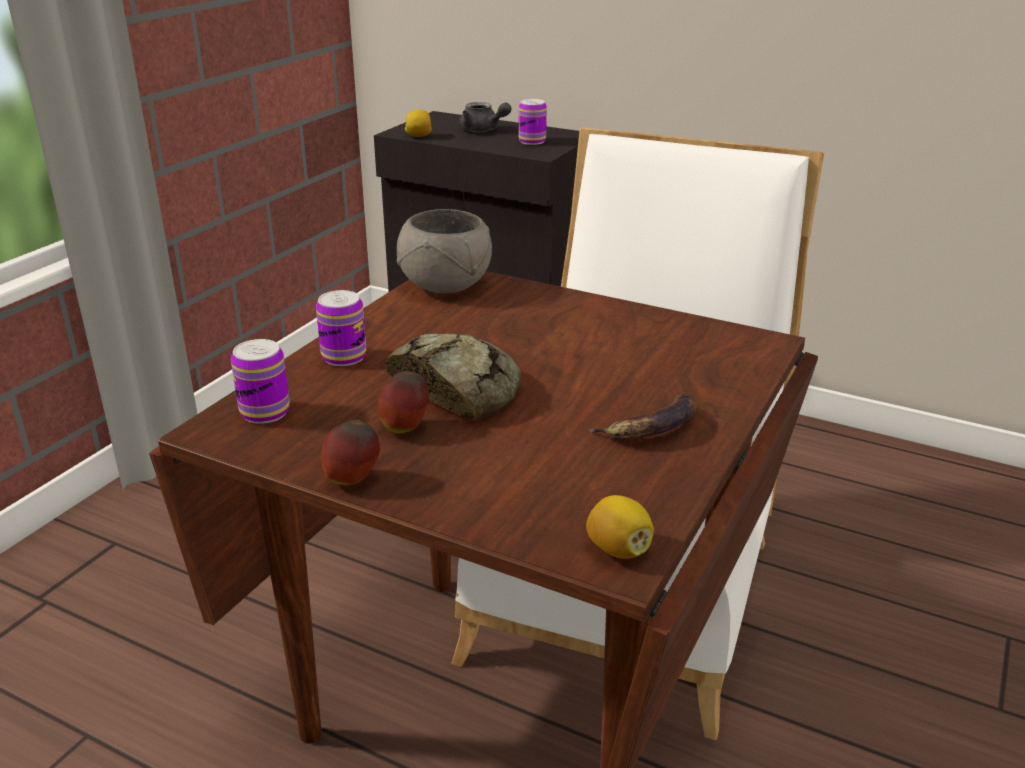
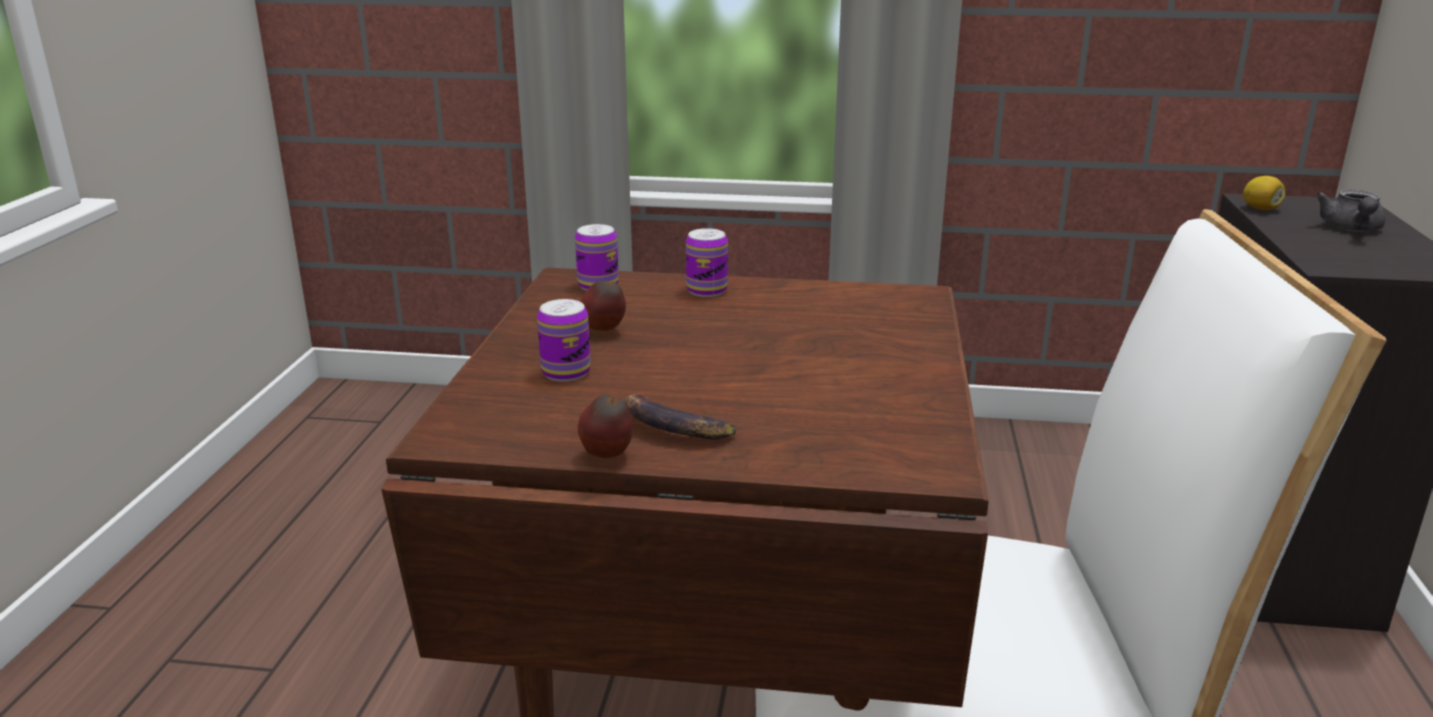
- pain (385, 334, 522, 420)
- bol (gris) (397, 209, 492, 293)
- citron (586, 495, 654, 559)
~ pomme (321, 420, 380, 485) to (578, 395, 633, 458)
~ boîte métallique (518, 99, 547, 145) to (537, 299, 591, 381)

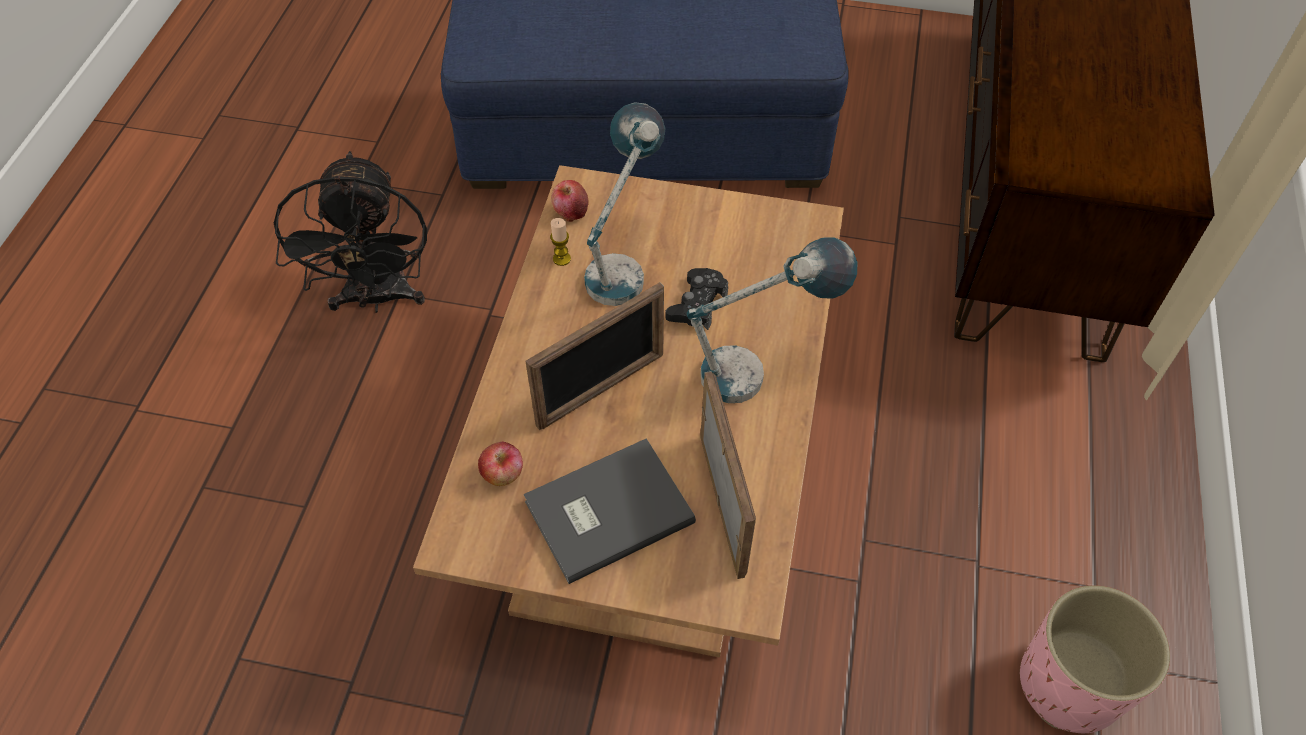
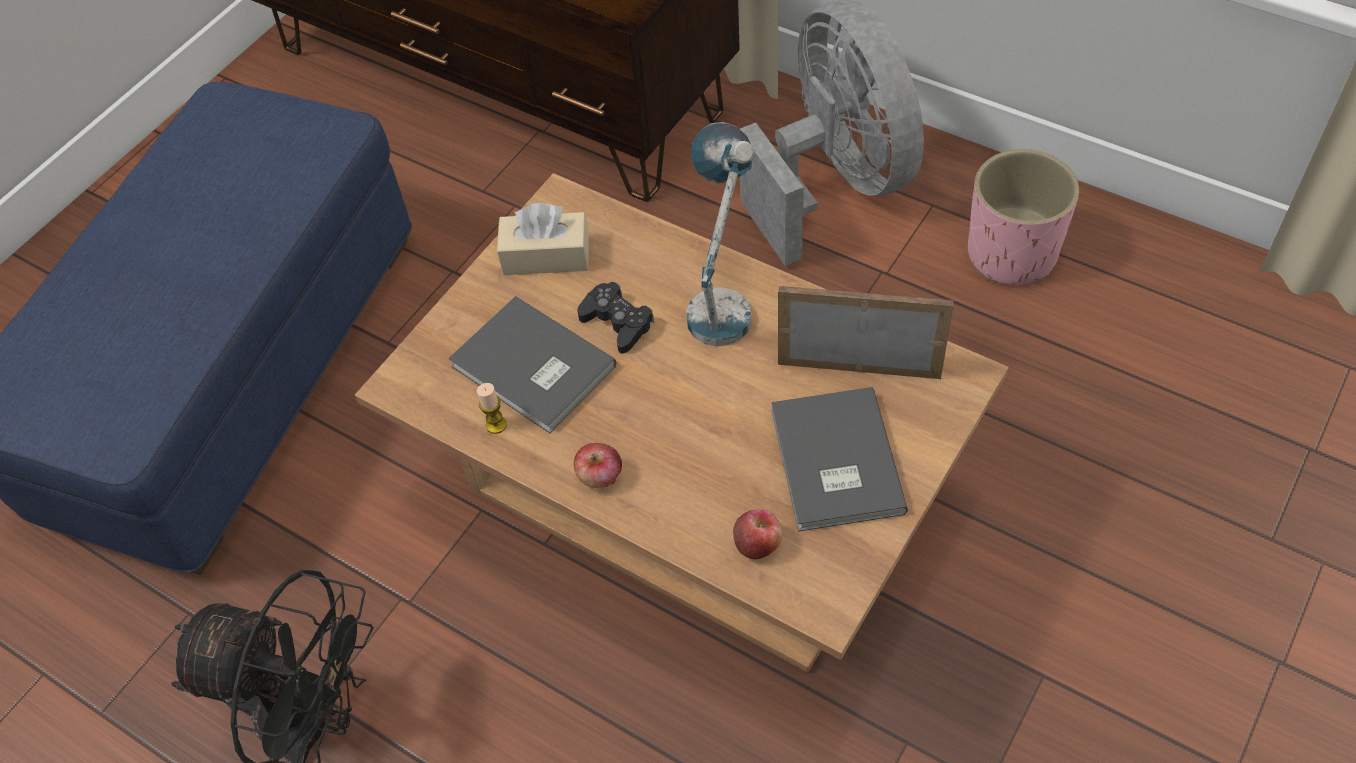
- cadre photo (525, 282, 664, 430)
+ boîte à mouchoirs (beige) (497, 203, 589, 275)
+ ventilateur (gris) (740, 0, 924, 266)
~ pomme (551, 180, 589, 222) to (574, 443, 622, 489)
~ lampe de table (584, 102, 665, 306) to livre (gris) (449, 296, 616, 433)

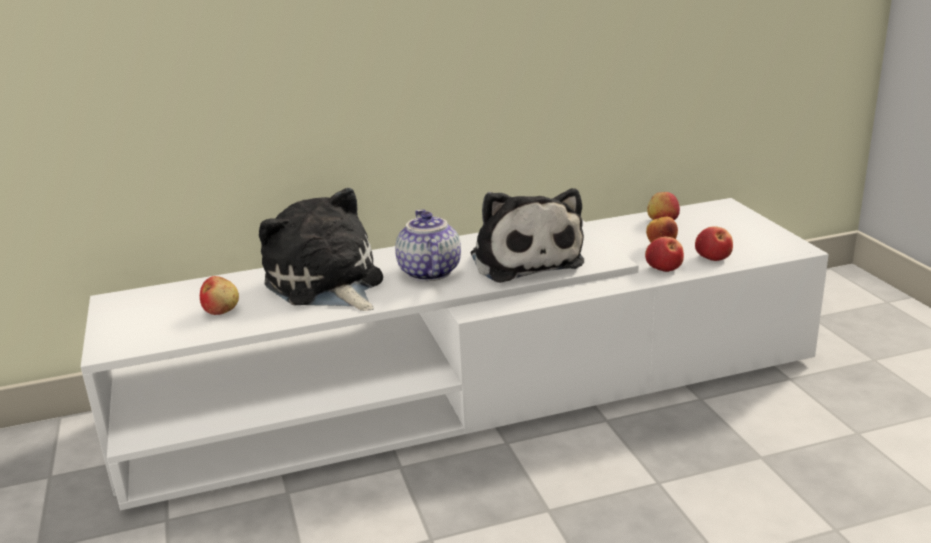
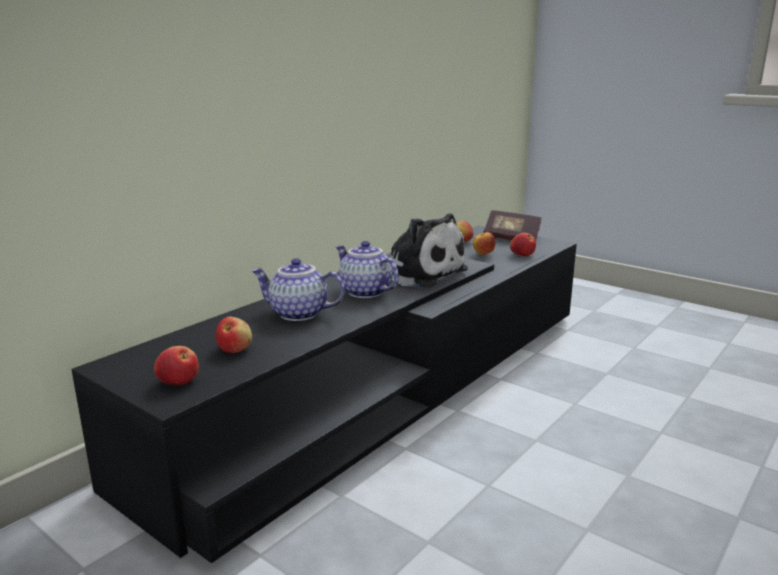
+ livre (483, 210, 542, 241)
~ pomme (645, 237, 684, 272) to (154, 346, 199, 385)
~ peluche (259, 188, 383, 311) to théière (251, 258, 345, 321)
~ meuble télé (blanc) (81, 198, 829, 510) to meuble télé (noir) (71, 226, 577, 563)

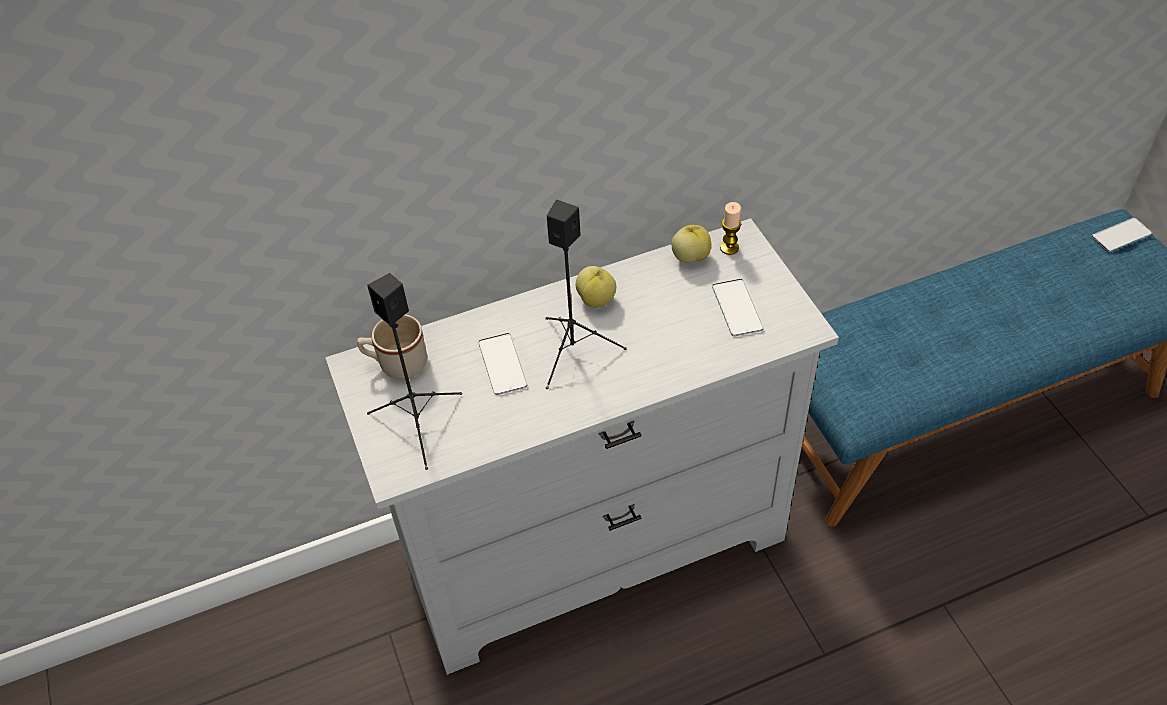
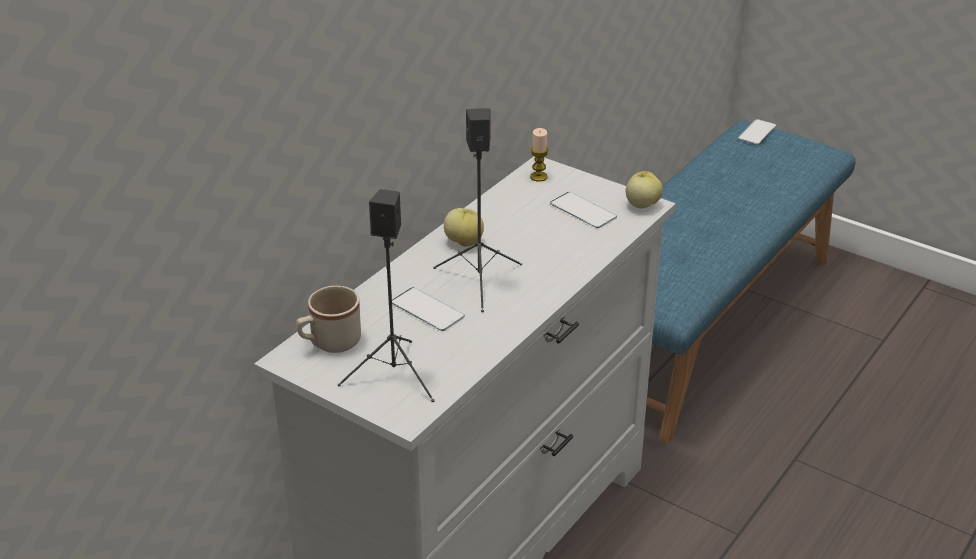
~ pomme (671, 225, 711, 263) to (626, 171, 663, 208)

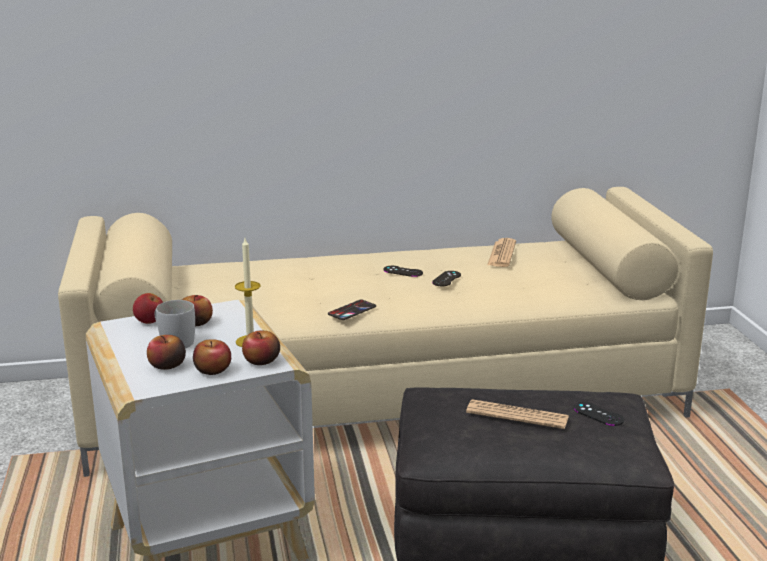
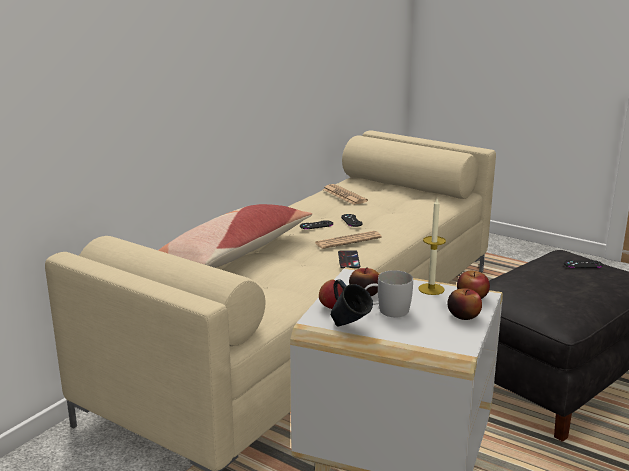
- pomme (147, 335, 186, 370)
+ coussin (158, 204, 312, 268)
+ mug (bleu) (330, 279, 373, 326)
~ journal (466, 399, 569, 429) to (316, 231, 382, 249)

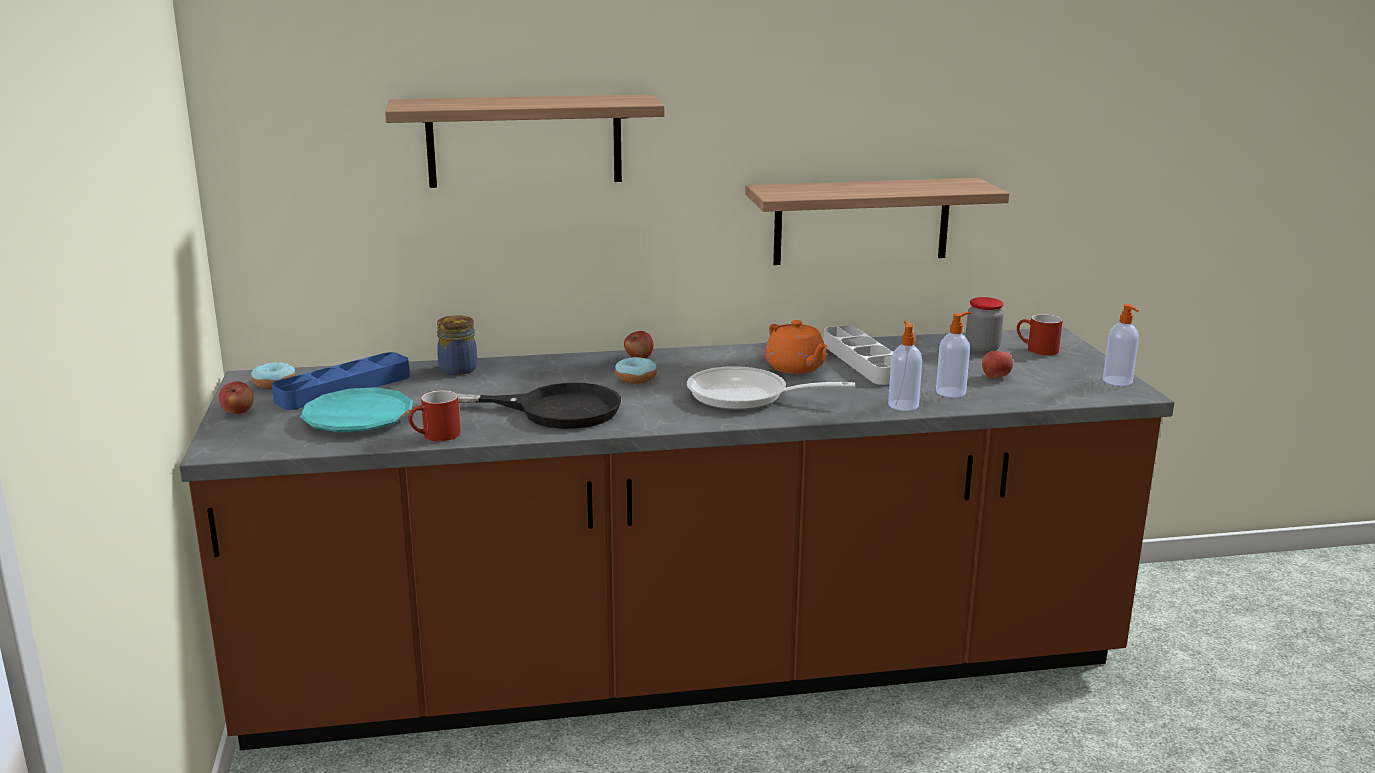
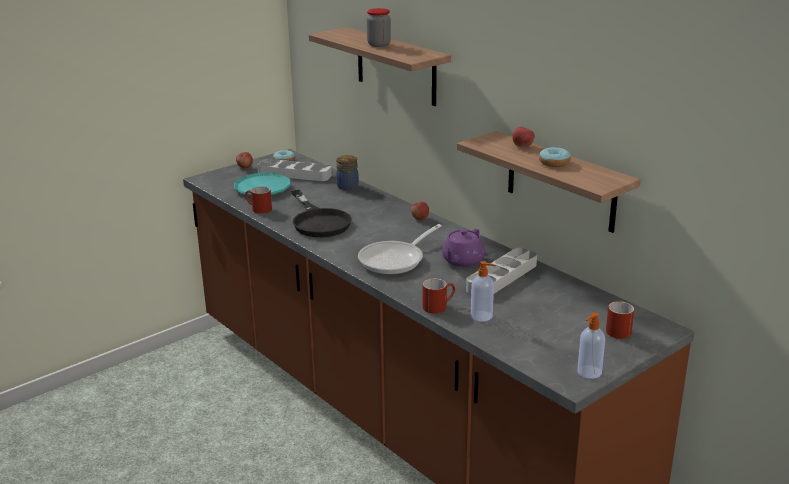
~ beignet (615, 357, 657, 384) to (539, 147, 571, 167)
~ bocal (965, 297, 1004, 354) to (367, 8, 391, 47)
~ pomme (982, 351, 1013, 379) to (513, 127, 535, 147)
~ distributeur de savon (888, 321, 922, 411) to mug (rouge) (423, 278, 455, 314)
~ plateau (bleu) (272, 352, 410, 410) to plateau (gris) (257, 159, 332, 181)
~ théière (orange) (764, 320, 827, 374) to théière (violet) (442, 229, 485, 267)
~ poêle (687, 366, 855, 410) = (358, 224, 442, 275) 120 degrees counterclockwise

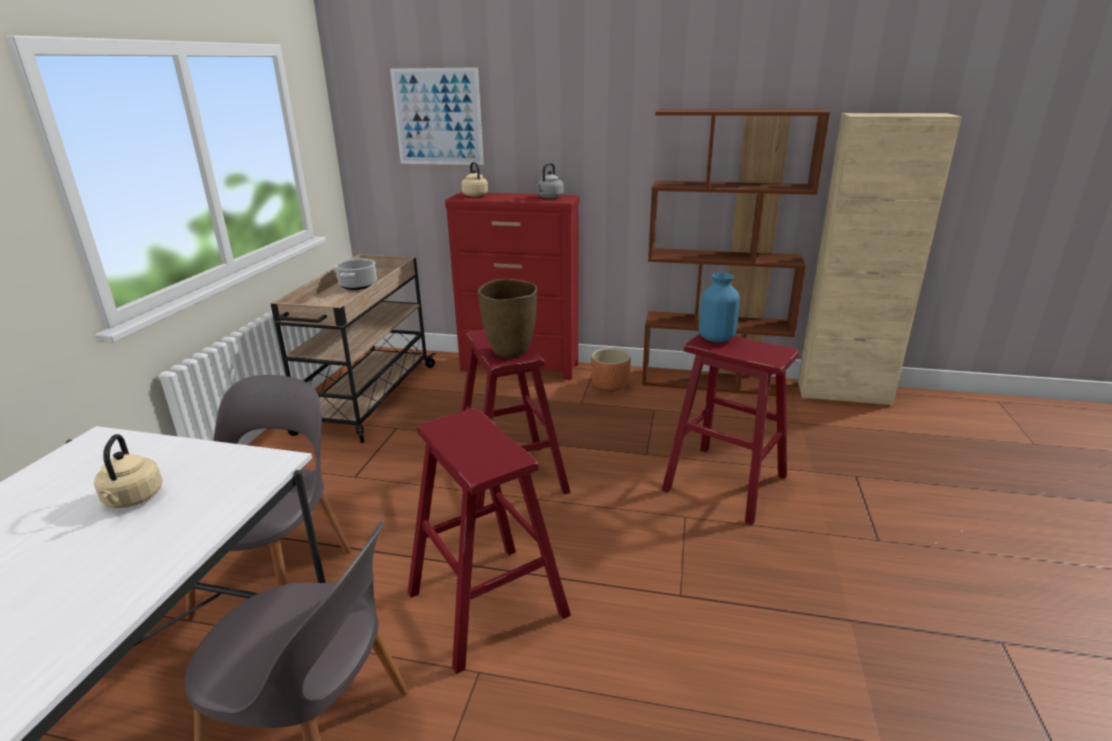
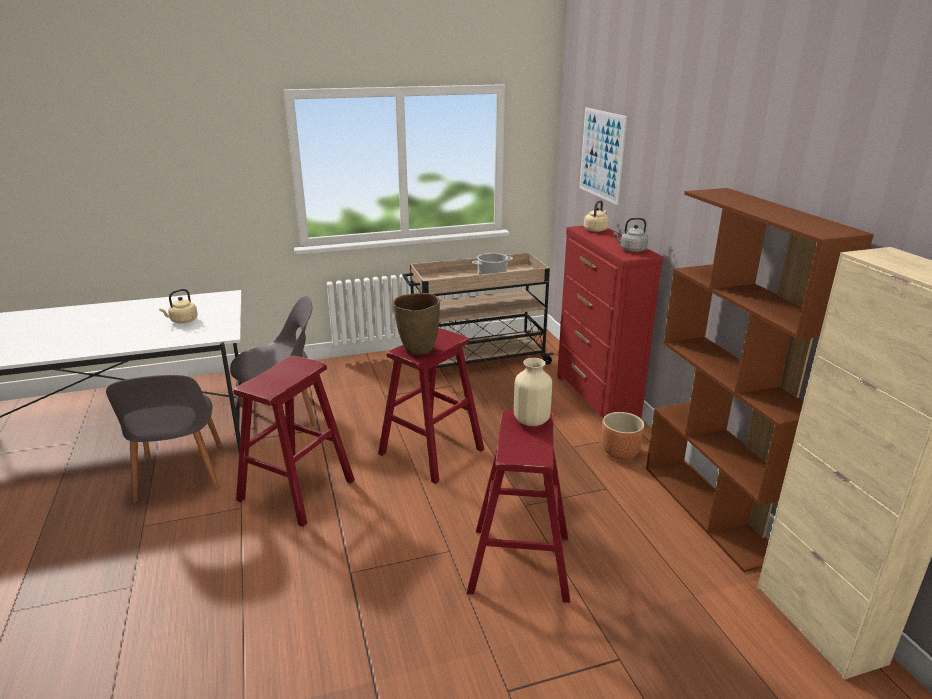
~ vase (bleu) (699, 273, 740, 342) to vase (beige) (514, 358, 552, 426)

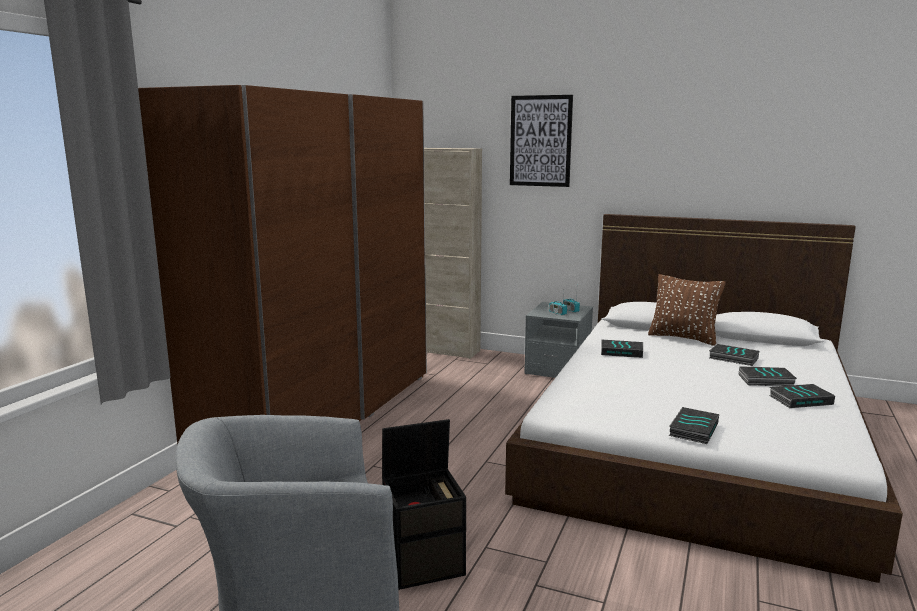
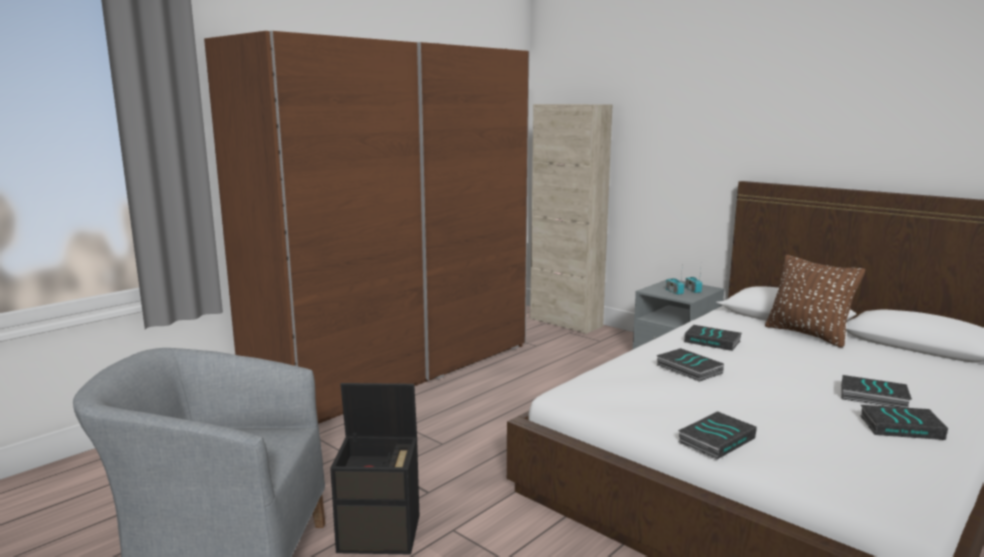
- tableau (510, 95, 573, 187)
~ livre (709, 344, 759, 366) to (657, 348, 724, 382)

